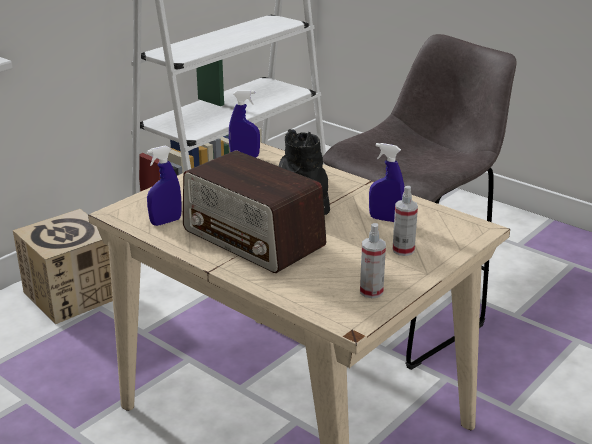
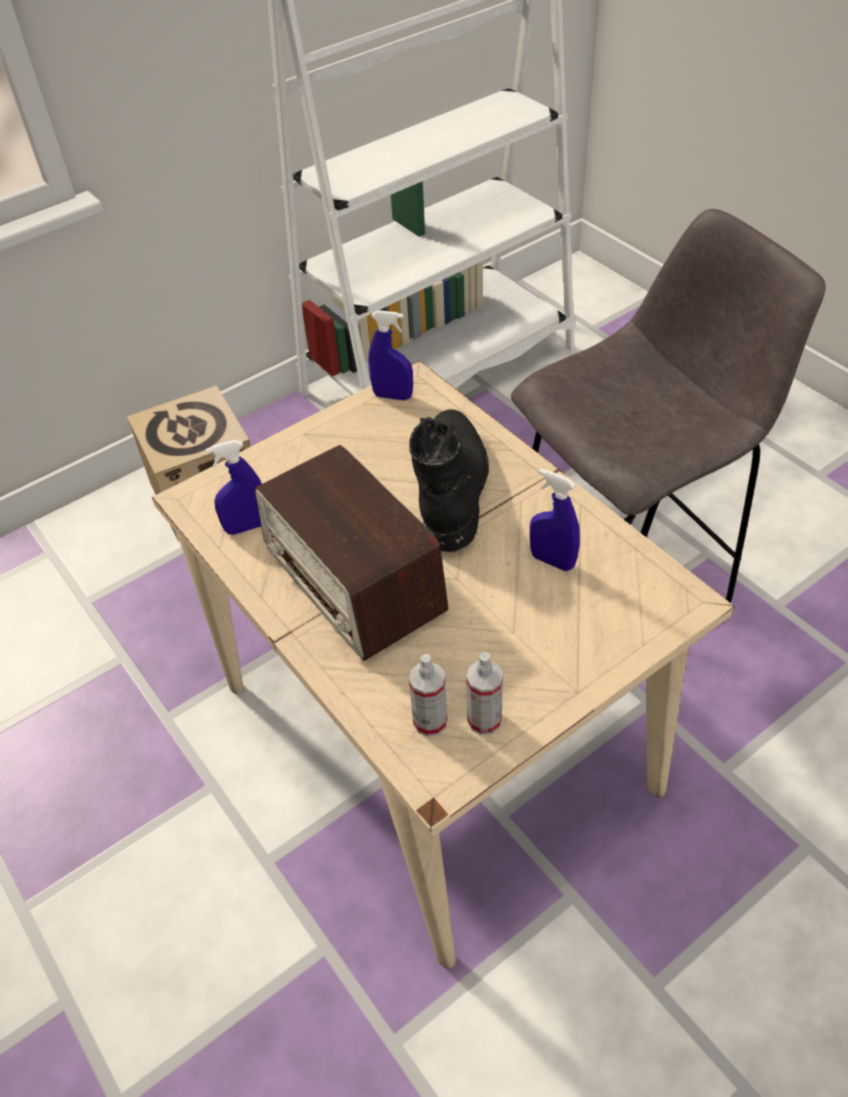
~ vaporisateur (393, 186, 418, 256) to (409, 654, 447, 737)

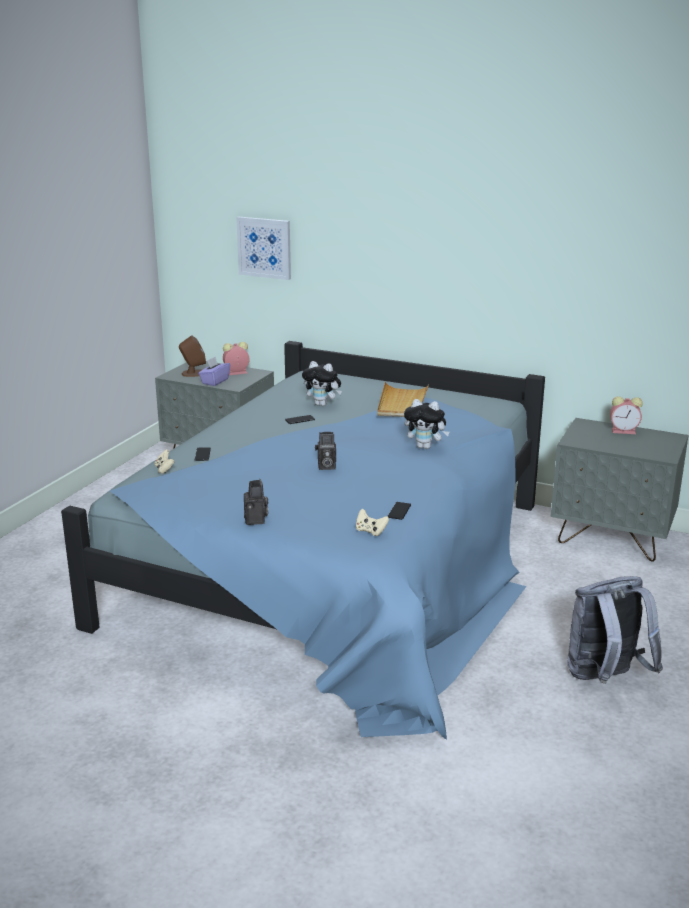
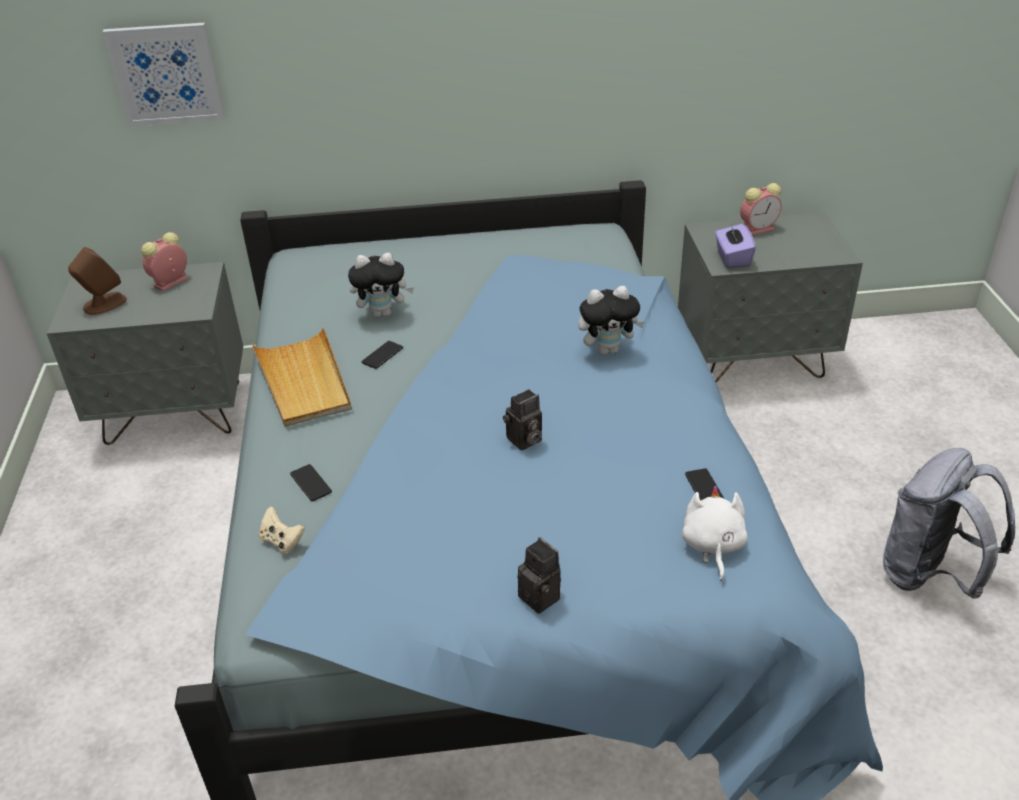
~ boîte à mouchoirs (violet) (198, 357, 230, 386) to (715, 224, 756, 268)
~ plateau (beige) (377, 381, 429, 417) to (252, 327, 352, 427)
~ manette (beige) (356, 509, 389, 536) to peluche (blanc) (682, 486, 748, 581)

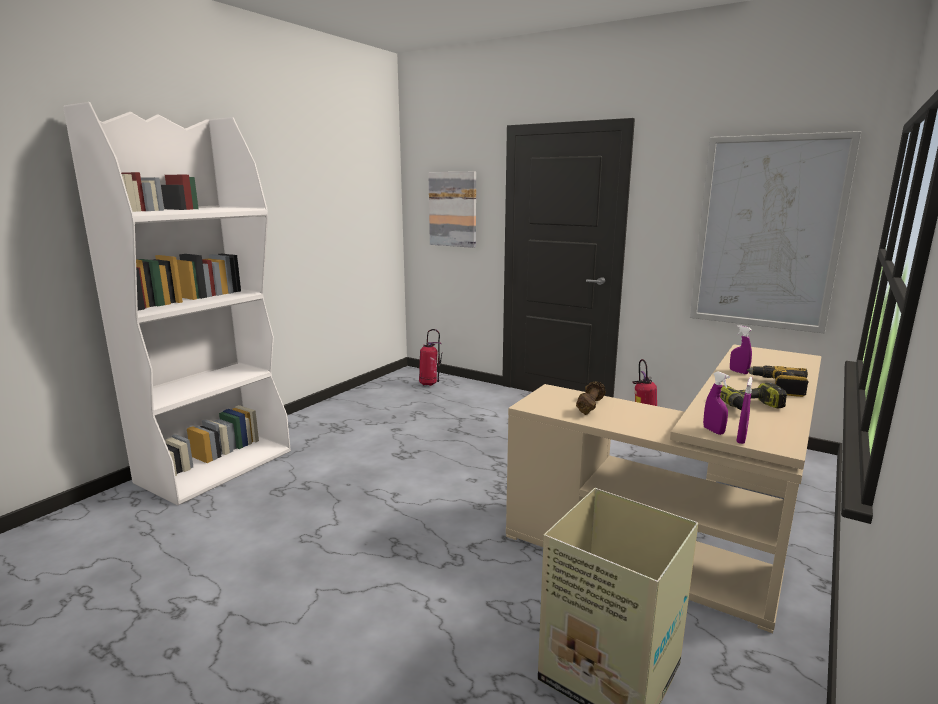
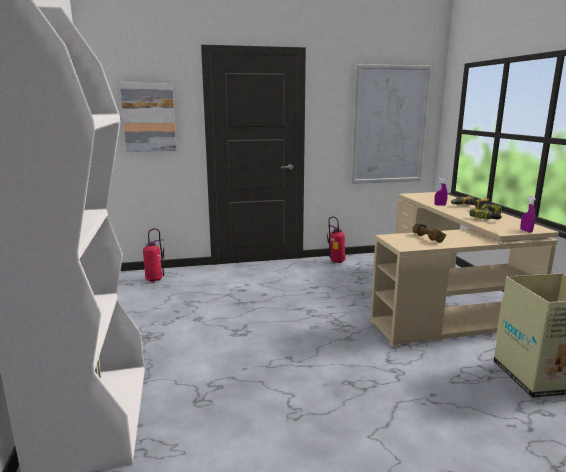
- vaporisateur (violet) (703, 371, 730, 435)

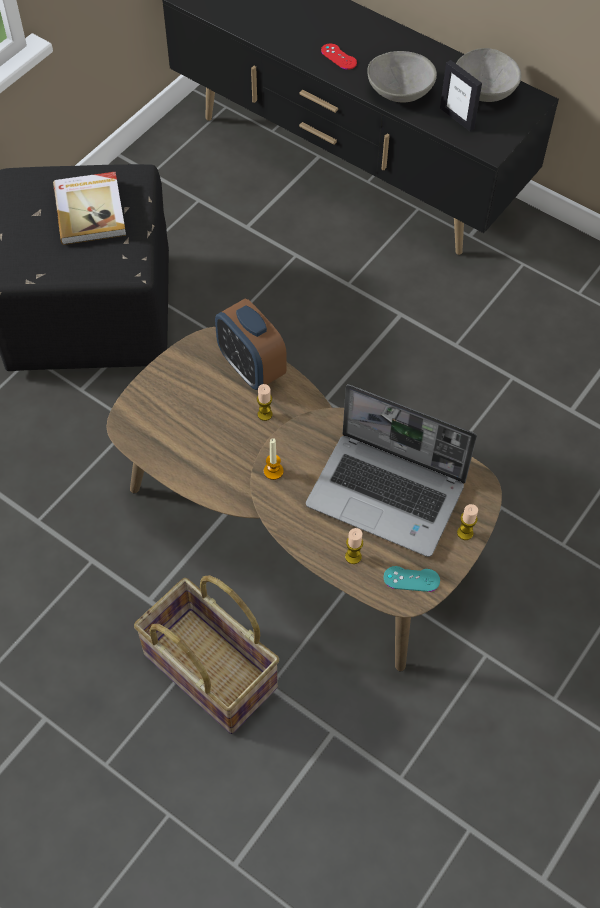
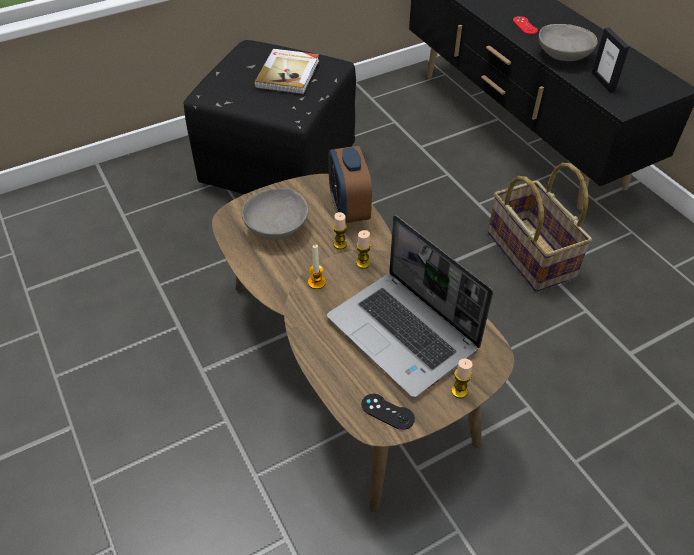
~ panier (134, 575, 279, 734) to (488, 163, 592, 292)
~ bougie (345, 528, 363, 564) to (356, 230, 371, 269)
~ bol (gris) (456, 48, 521, 102) to (241, 188, 308, 240)
~ manette (turquoise) (384, 566, 440, 592) to manette (noir) (361, 394, 415, 430)

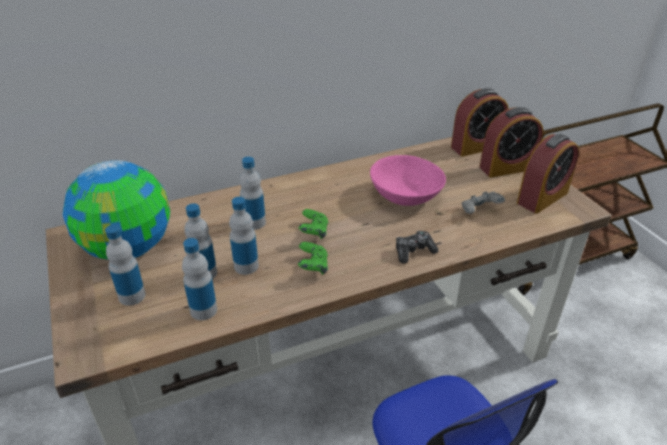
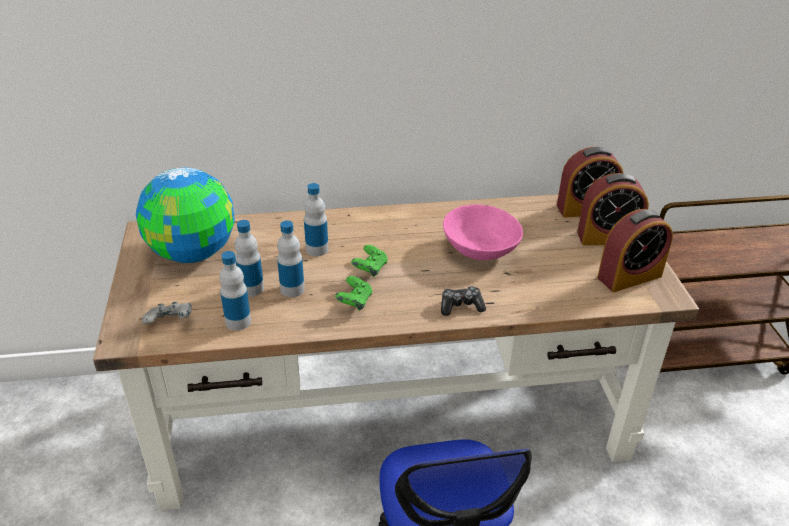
- bouteille (105, 224, 146, 306)
~ manette (gris) (462, 191, 505, 214) to (142, 301, 192, 324)

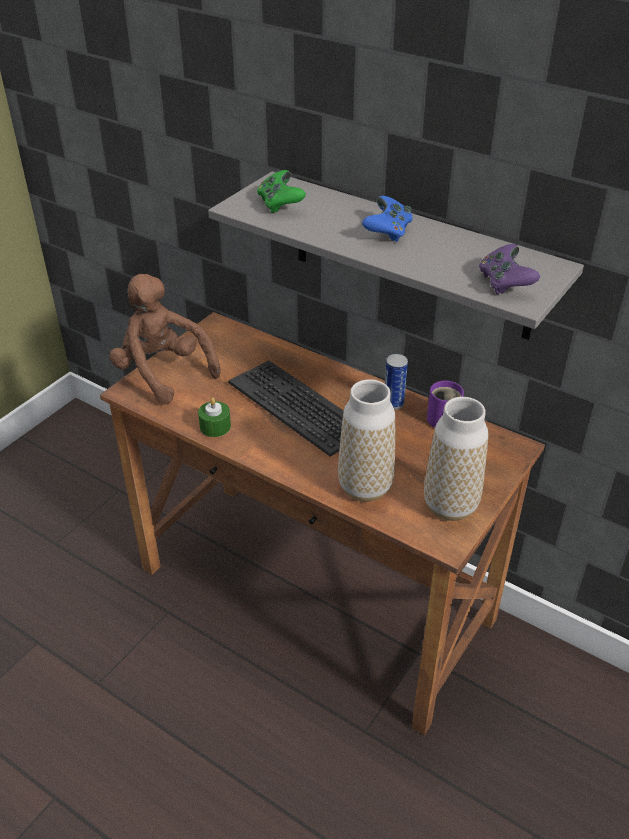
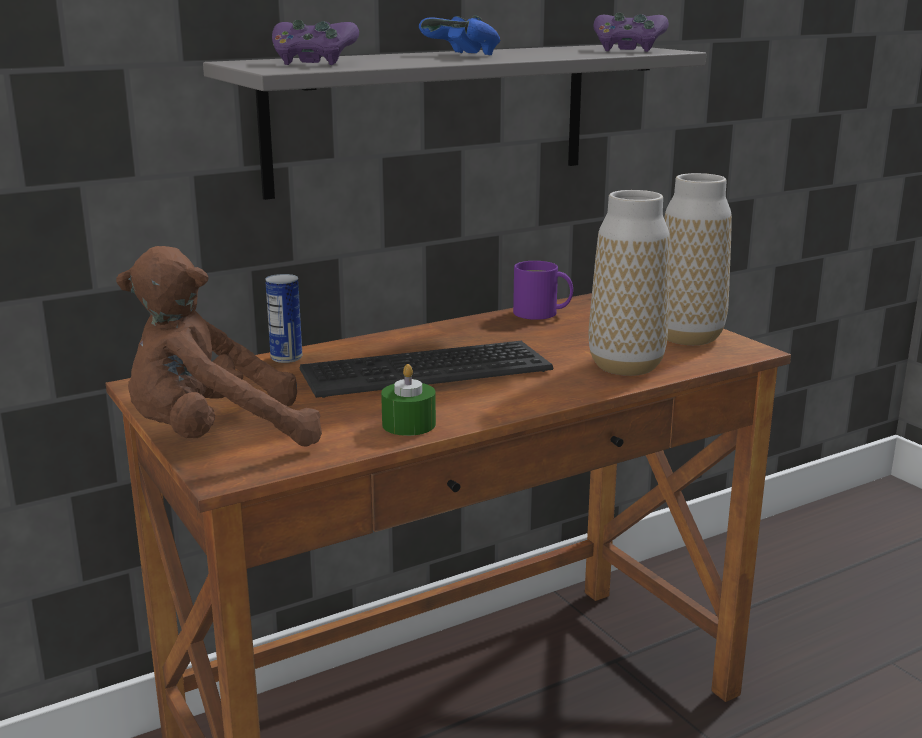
~ boîte métallique (385, 354, 408, 410) to (265, 274, 302, 363)
~ manette (vert) (257, 170, 306, 213) to manette (violet) (272, 20, 359, 65)

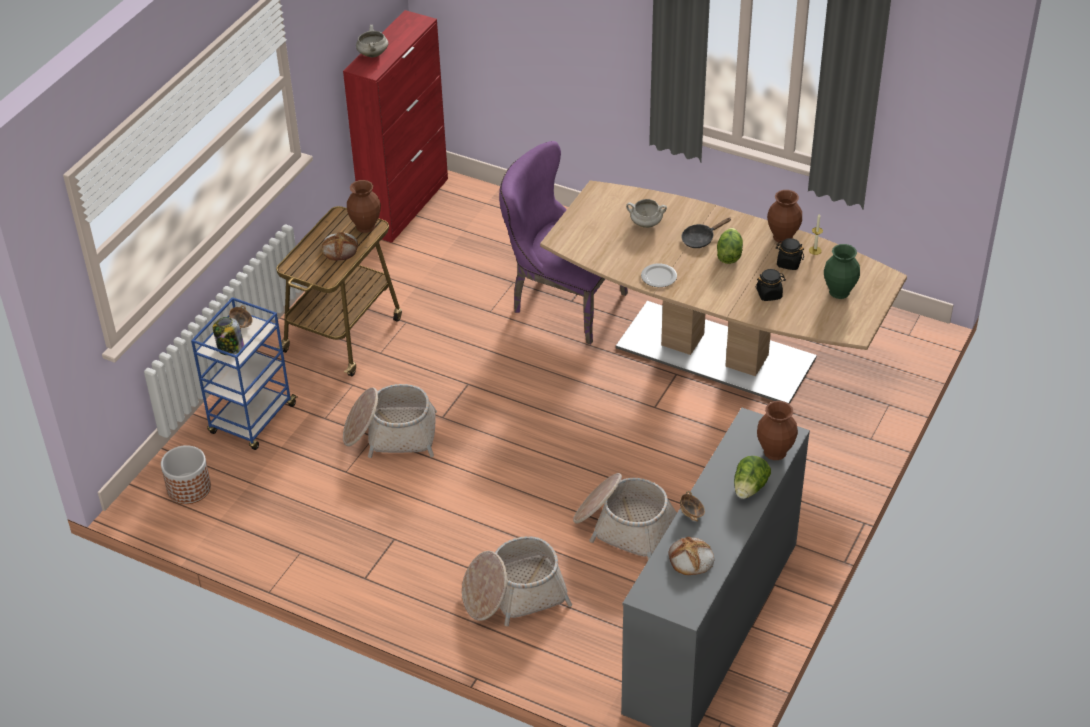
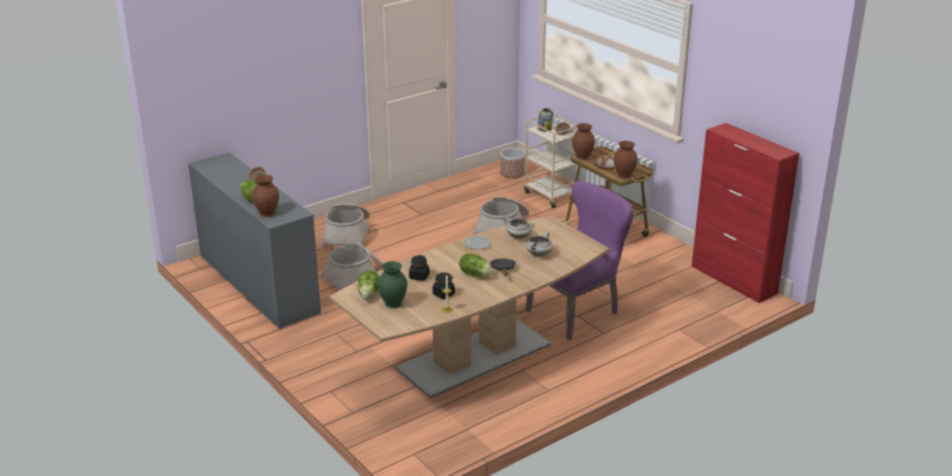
- pain (668, 537, 714, 575)
+ laitue (358, 270, 379, 299)
~ marmite (blanc) (356, 25, 388, 57) to (504, 217, 534, 239)
~ vase (marron) (767, 190, 802, 243) to (572, 123, 595, 160)
~ chariot (bleu) (191, 297, 298, 450) to chariot (beige) (524, 114, 578, 208)

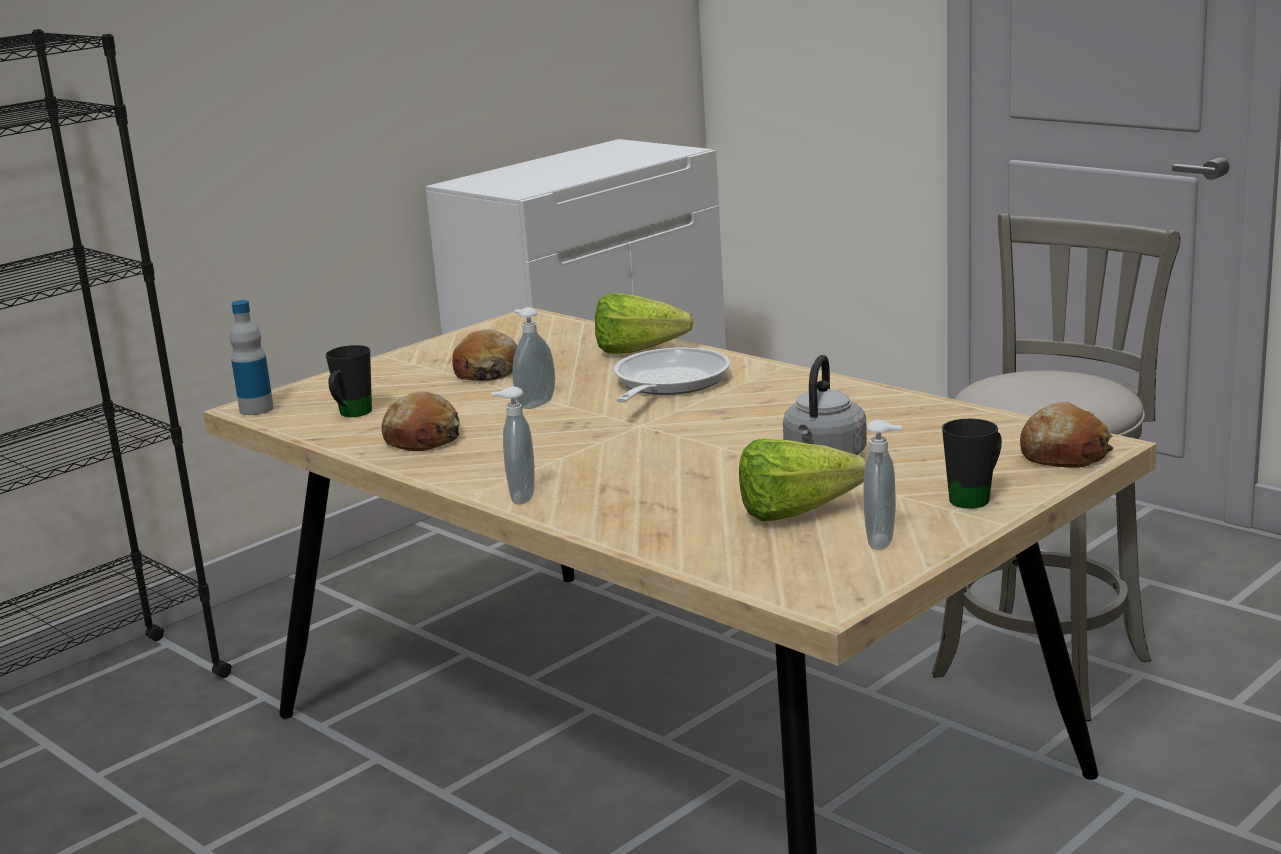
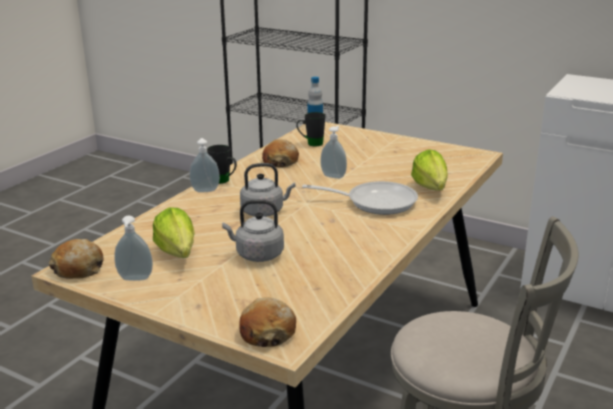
+ bouilloire (gris) (240, 163, 295, 217)
~ pain (452, 329, 517, 381) to (49, 239, 103, 279)
~ mug (noir) (942, 419, 1002, 509) to (207, 145, 237, 184)

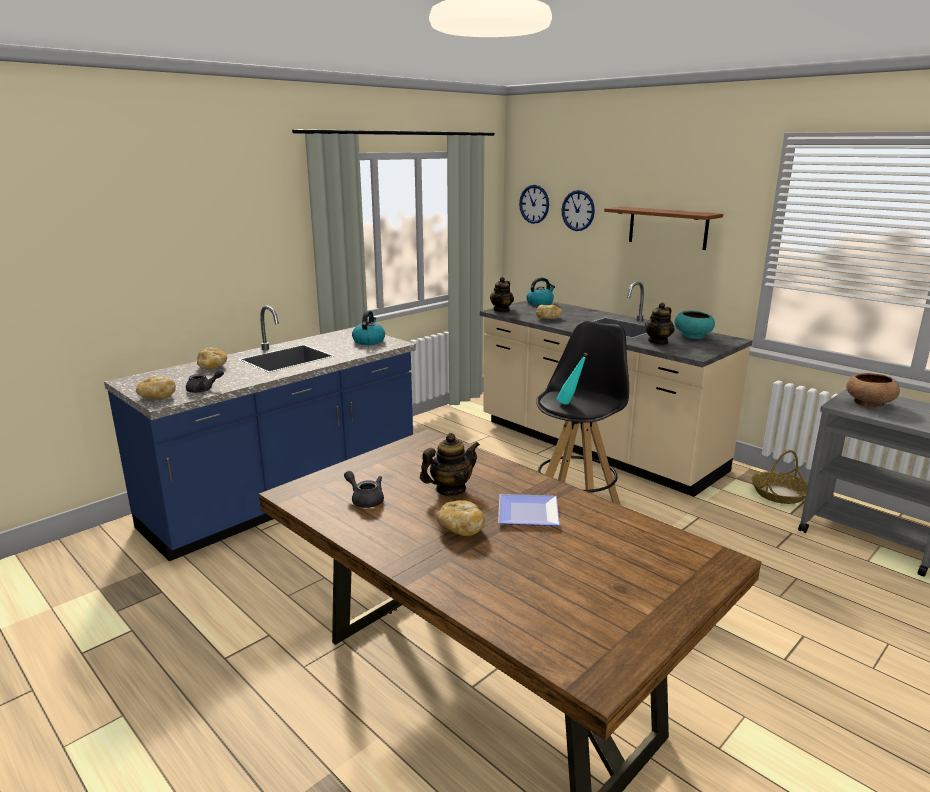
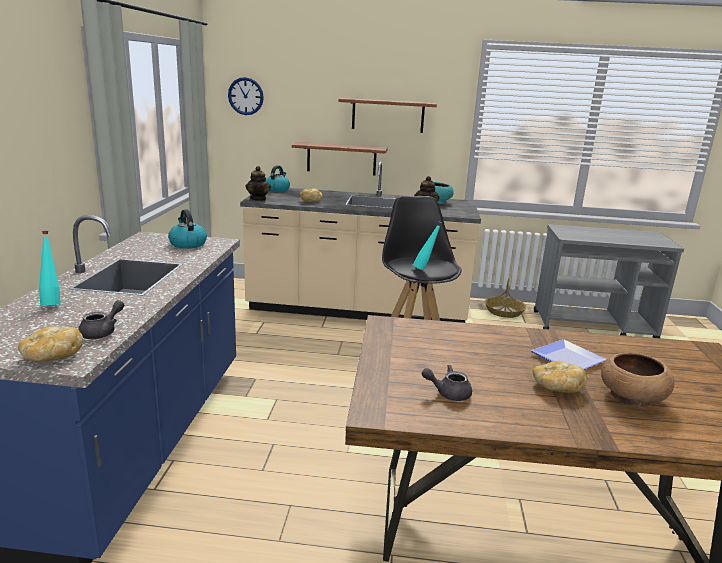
- théière (420, 433, 480, 495)
- horloge murale (562, 190, 595, 231)
+ étagère (marron) (292, 142, 388, 176)
~ bol (marron) (846, 373, 900, 408) to (601, 352, 675, 408)
~ pain (197, 348, 227, 369) to bouteille (turquoise) (39, 231, 61, 306)

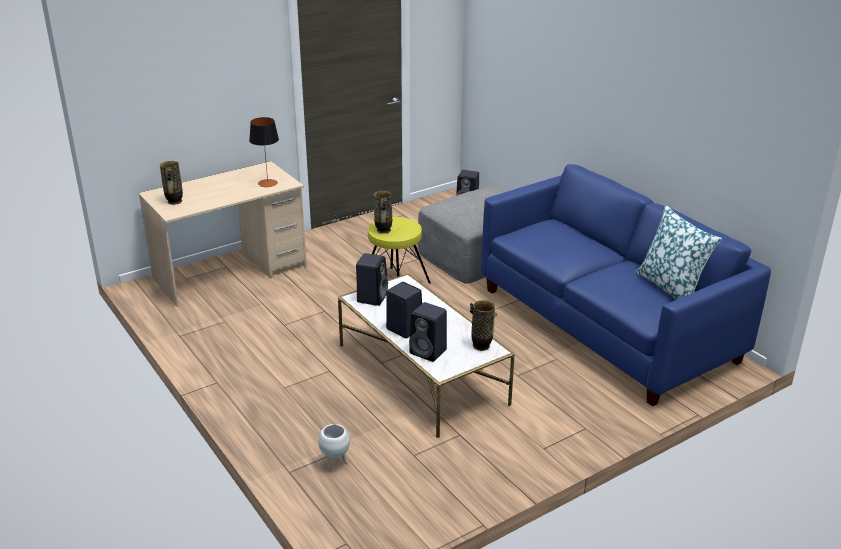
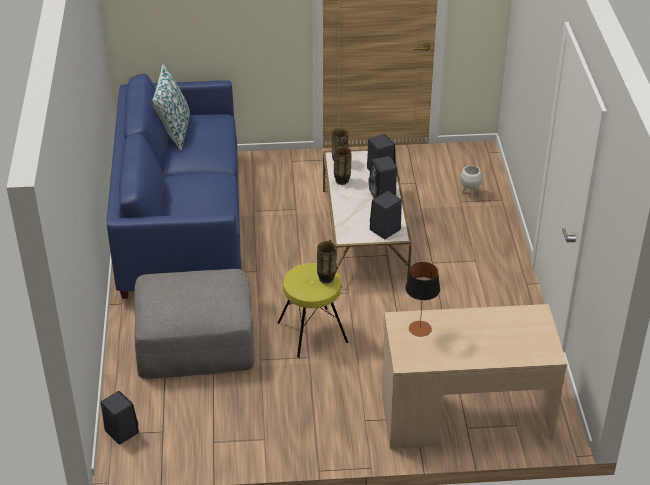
~ vase (160, 161, 183, 205) to (334, 145, 351, 185)

